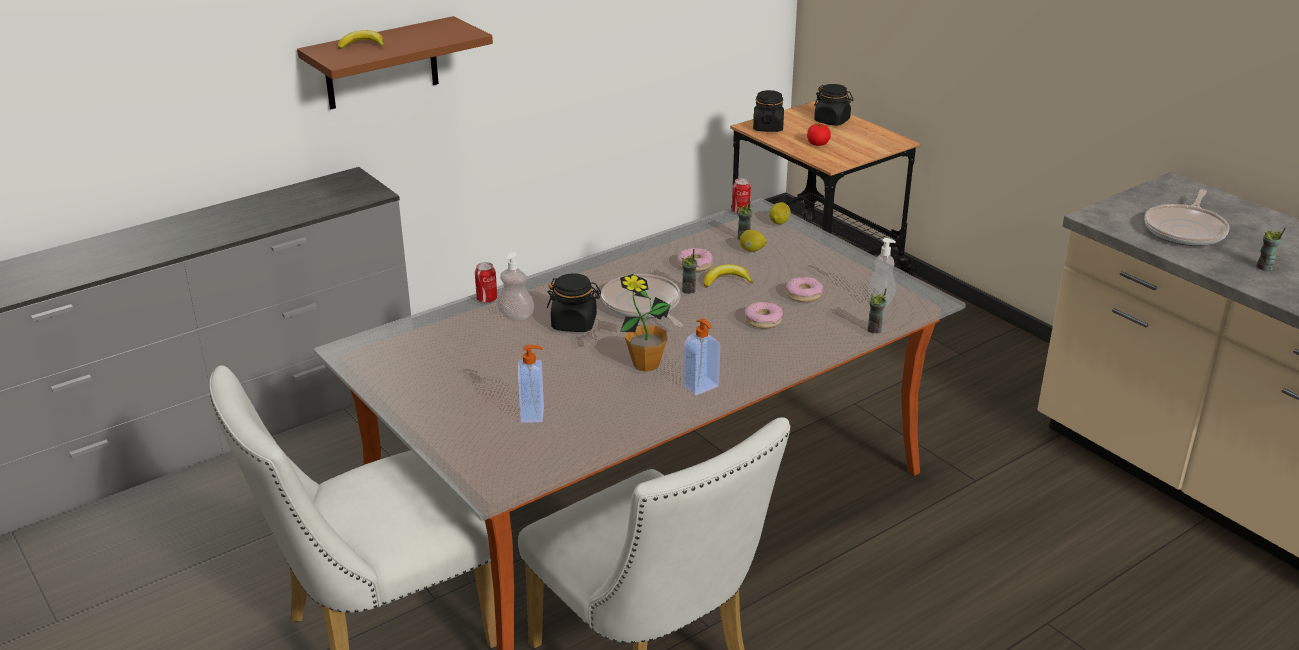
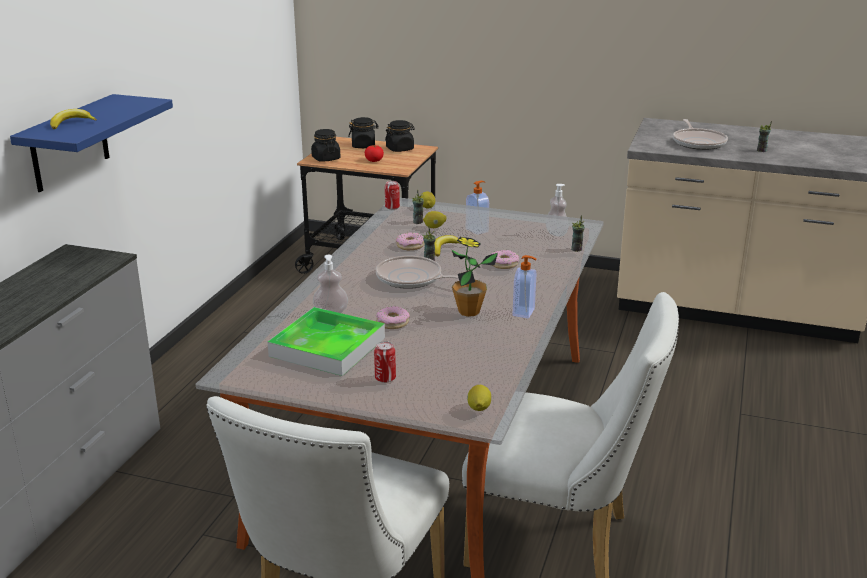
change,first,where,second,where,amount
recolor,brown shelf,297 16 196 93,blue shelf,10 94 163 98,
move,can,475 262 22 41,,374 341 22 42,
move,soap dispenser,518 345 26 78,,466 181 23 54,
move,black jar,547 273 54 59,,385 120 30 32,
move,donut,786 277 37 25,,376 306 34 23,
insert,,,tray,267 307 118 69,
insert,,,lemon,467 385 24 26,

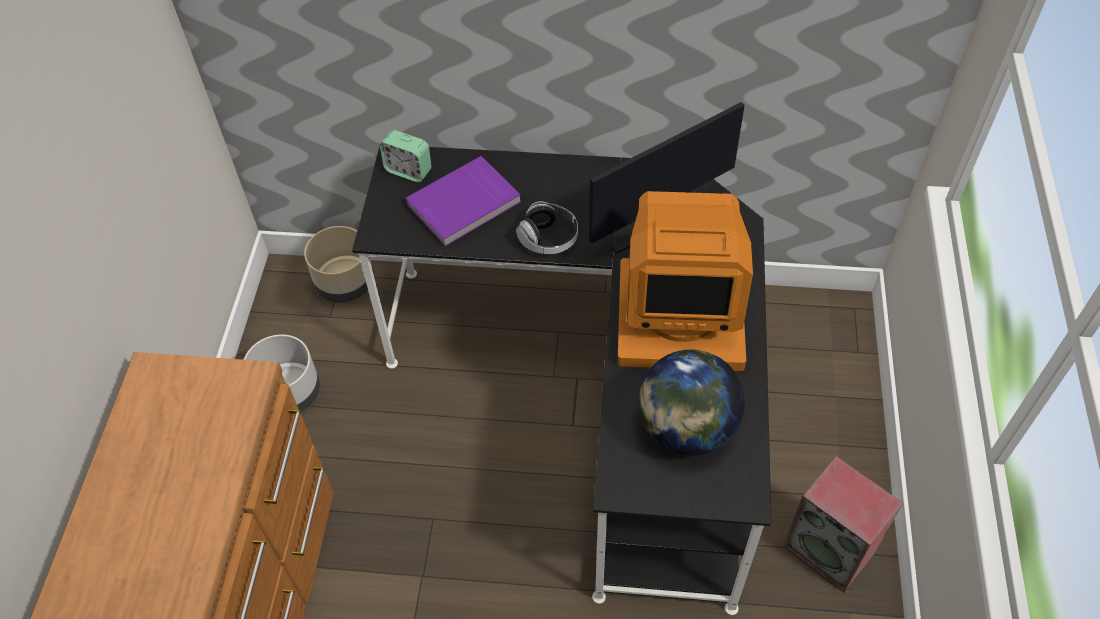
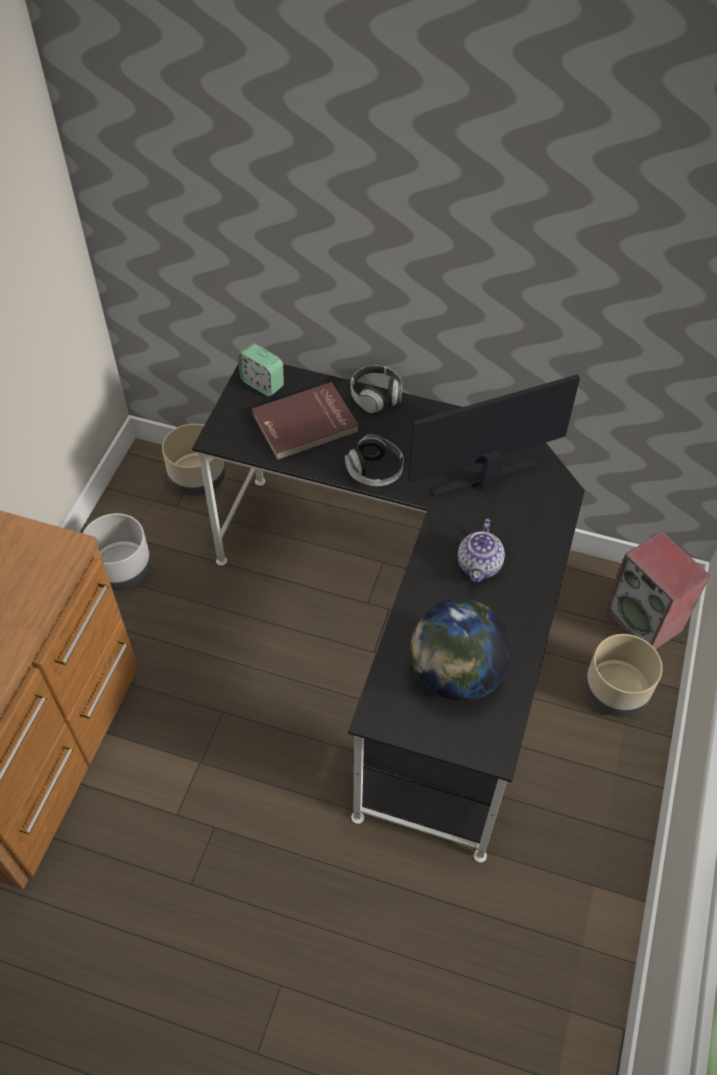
change,first,where,second,where,amount
recolor,purple book,405 156 116 90,red book,252 382 107 78,
replace,monitor,617 191 136 180,teapot,458 519 47 63,
move,speaker,783 456 120 137,,604 531 107 118,
insert,,,headphones,351 365 51 48,
insert,,,beige planter,585 634 78 83,

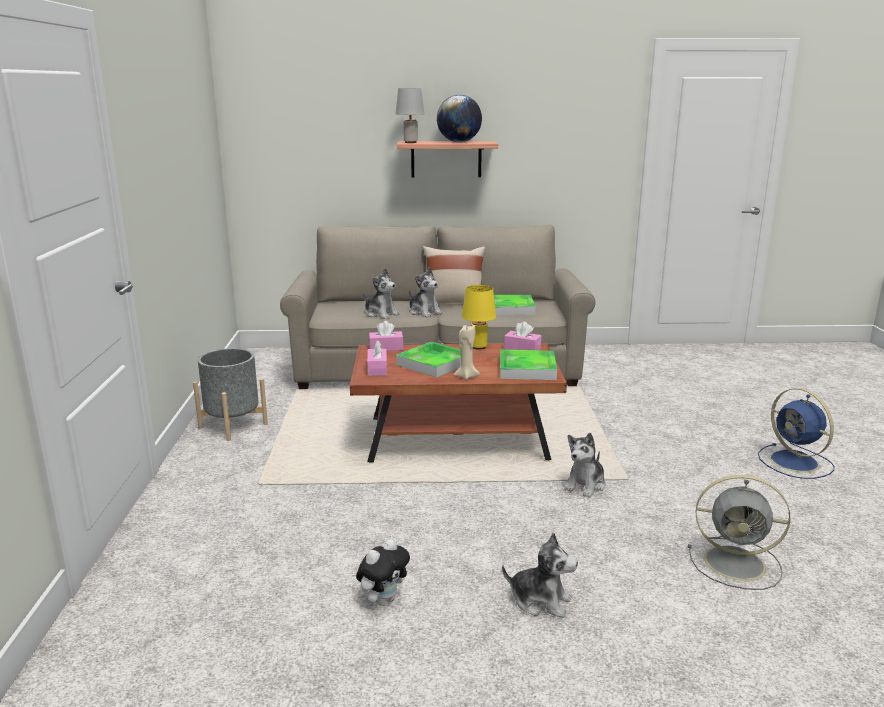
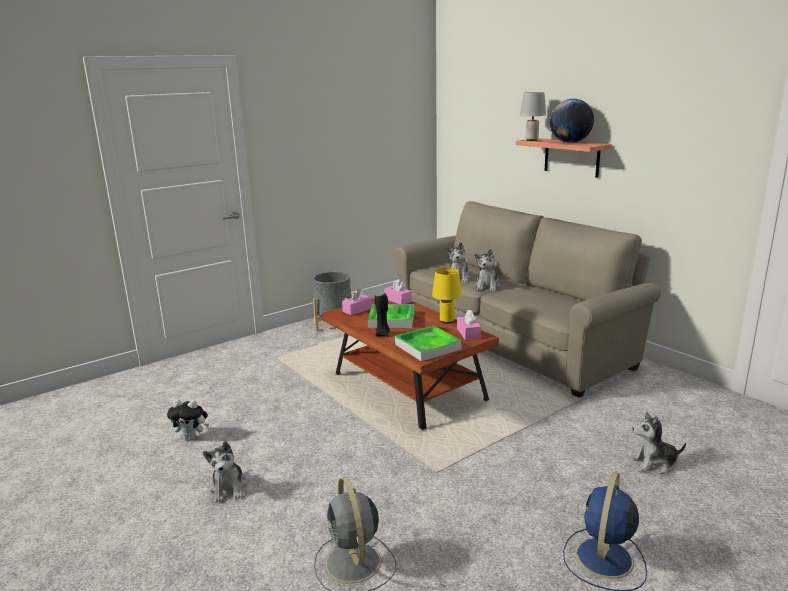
change,first,where,second,where,amount
delete,beige pillow,423 246 62 57,,,
recolor,beige candle,453 325 27 55,black candle,374 293 16 44,
delete,tray,494 295 42 20,,,
move,plush toy,564 433 42 65,,630 412 56 62,

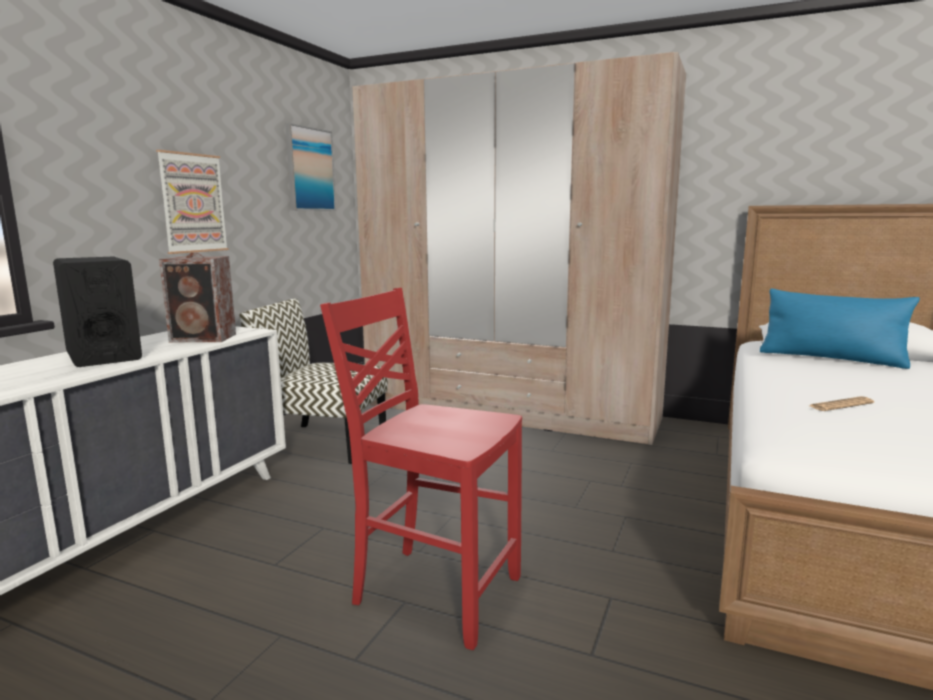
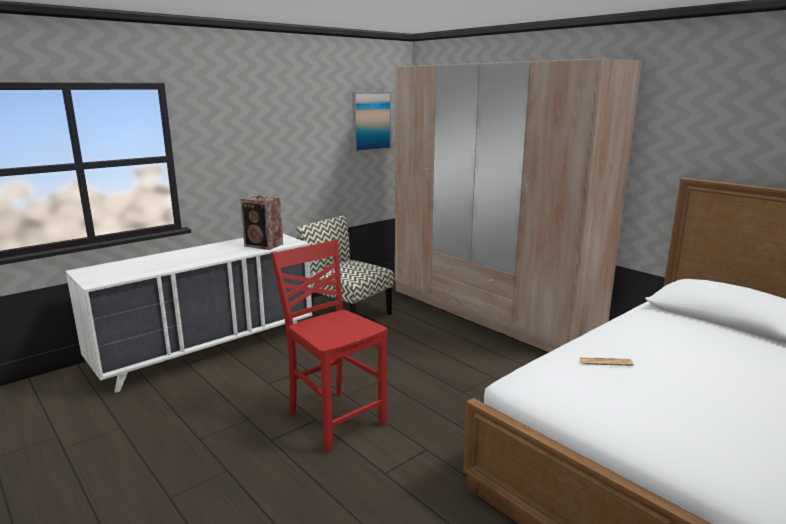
change,first,where,second,where,amount
delete,black speaker,53 257 89 110,,,
delete,picture,156 150 73 104,,,
delete,blue pillow,760 289 160 80,,,

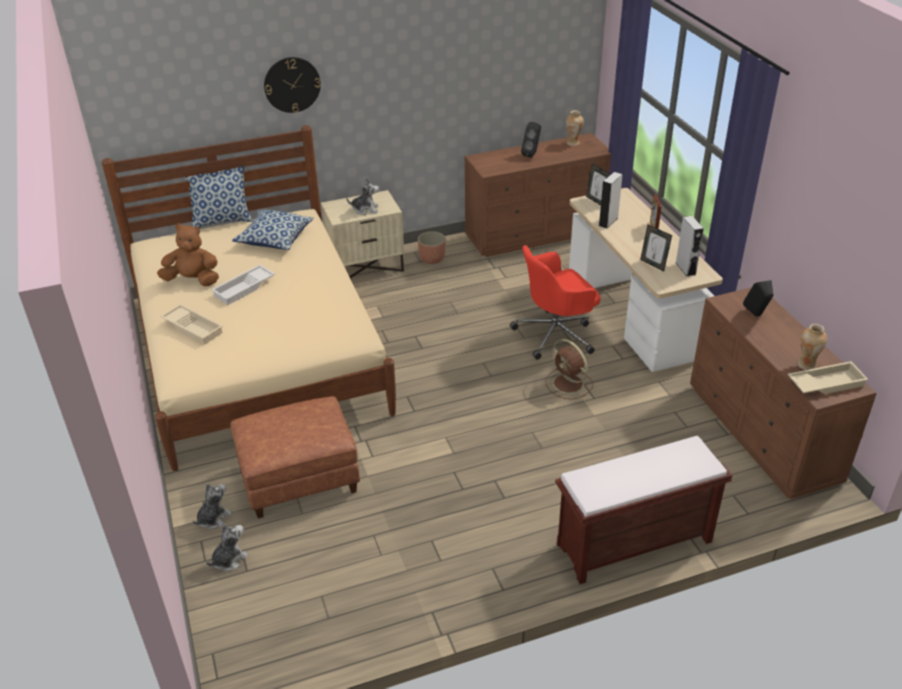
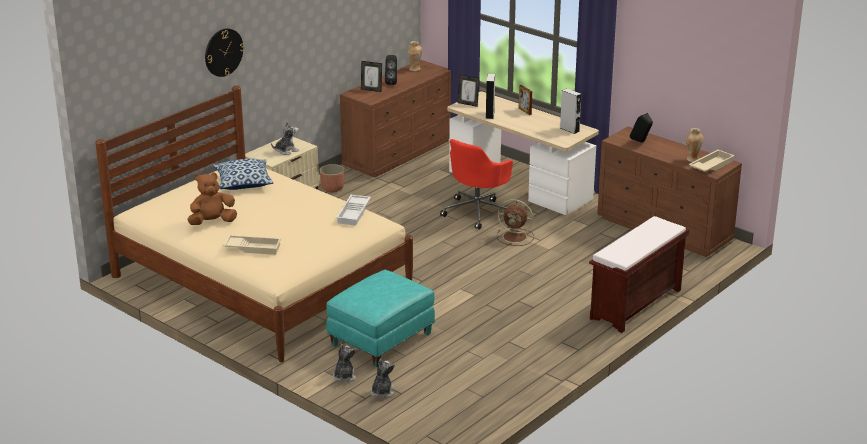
change,first,where,second,where,amount
delete,pillow,184 166 69 62,,,
move,white tray,211 265 64 40,,336 195 35 30,
recolor,brown ottoman,230 396 130 123,turquoise ottoman,326 270 109 97,
move,picture frame,640 224 32 47,,361 61 21 31,

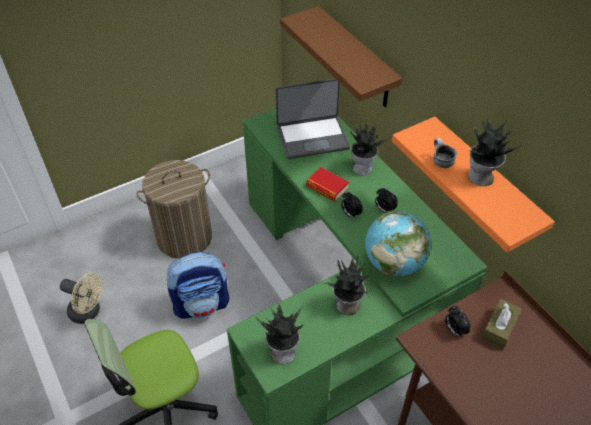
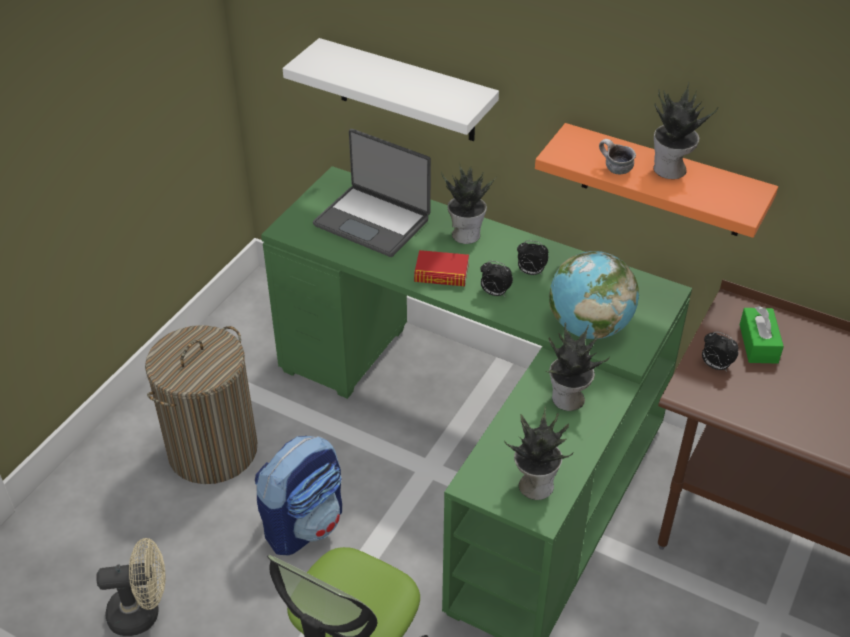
change,first,where,second,where,amount
rotate,laptop,276 78 74 81,,313 129 118 128,75 degrees clockwise
recolor,brown shelf,280 6 122 101,white shelf,283 38 216 103,
recolor,brown tissue box,481 299 41 51,green tissue box,740 306 44 58,

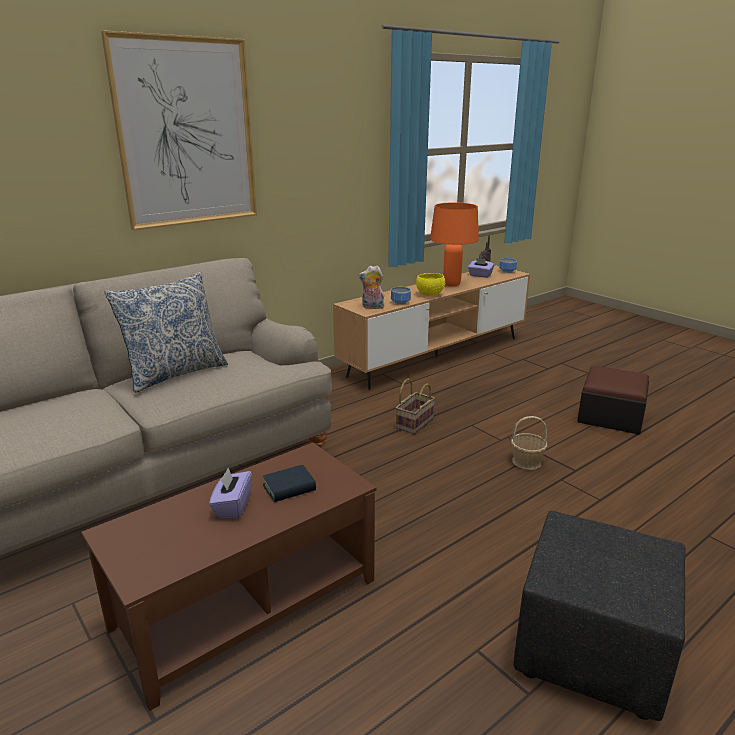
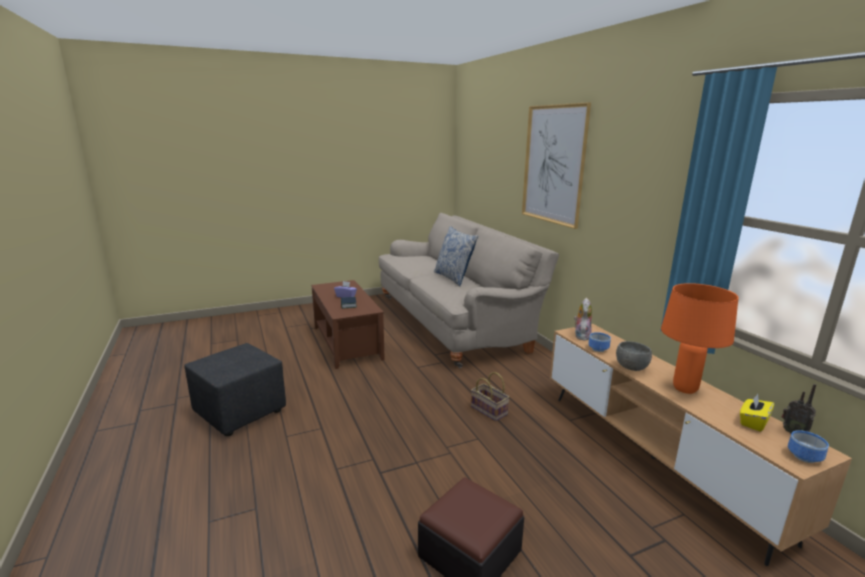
change,first,where,second,where,amount
recolor,yellow bowl,416 273 29 23,grey bowl,616 341 36 30,
recolor,purple tissue box,468 258 26 20,yellow tissue box,740 394 34 38,
delete,basket,511 416 36 54,,,

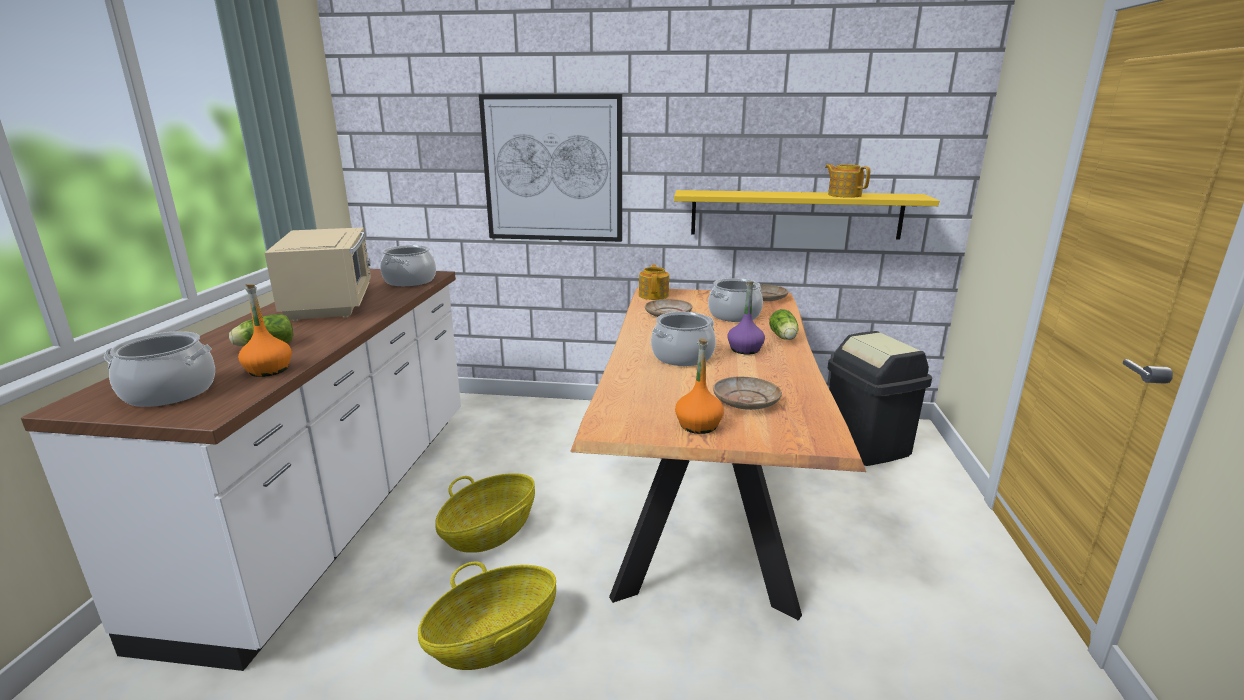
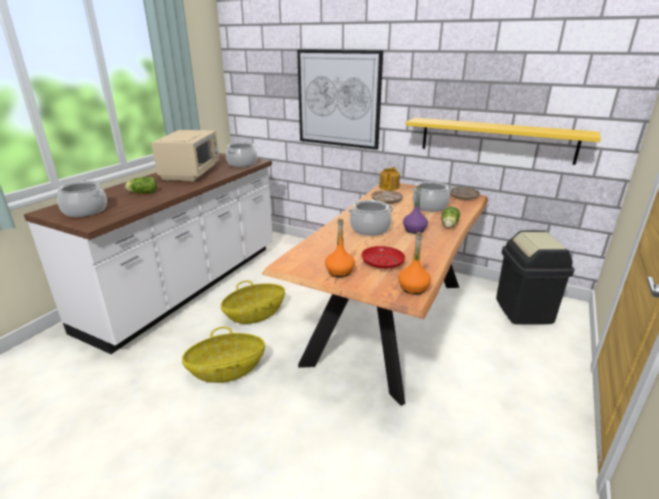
change,first,where,second,where,amount
move,orange bottle,238 284 54 93,,398 232 33 63,
recolor,beige plate,713 377 69 33,red plate,362 246 43 23,
delete,teapot,825 164 45 34,,,

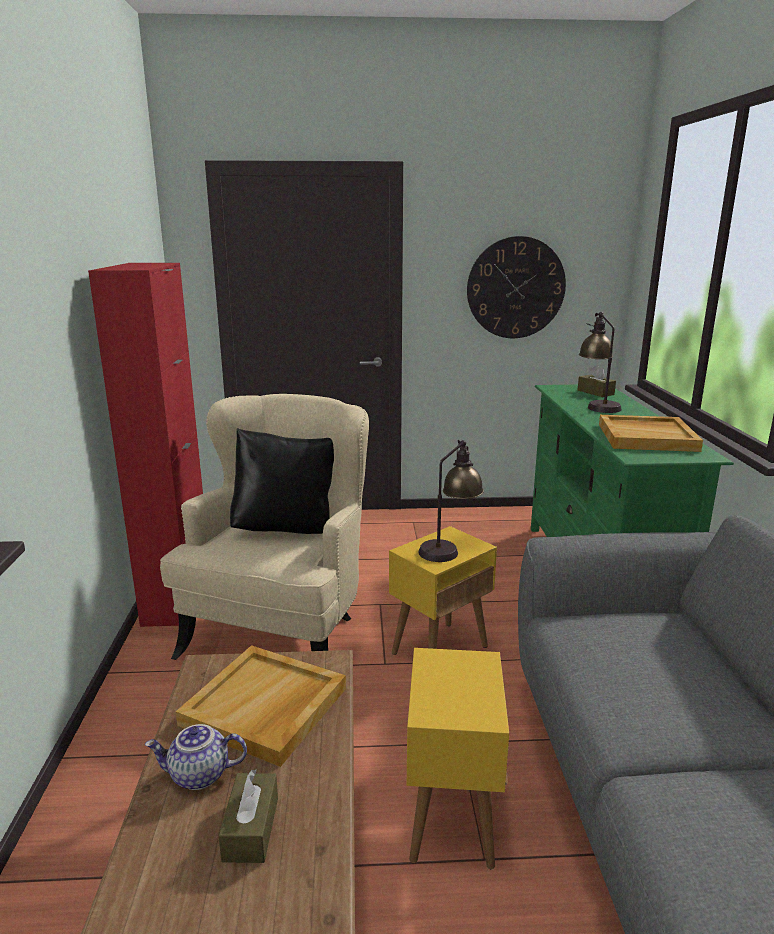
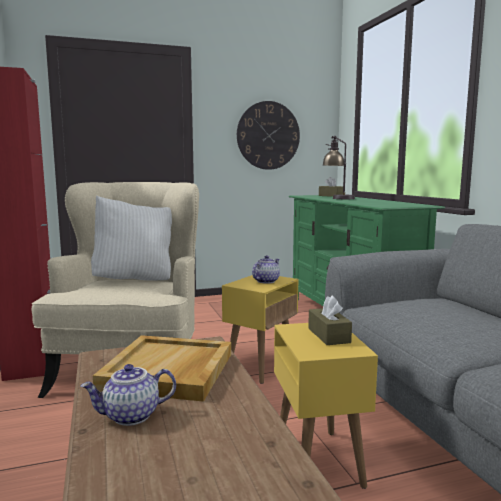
change,first,where,second,where,amount
move,brown tissue box,218 769 60 94,,308 296 44 49,
recolor,black pillow,230 428 104 106,white pillow,91 195 81 86,
replace,table lamp,418 440 66 122,teapot,252 255 28 29,
delete,beige tray,599 415 104 37,,,

